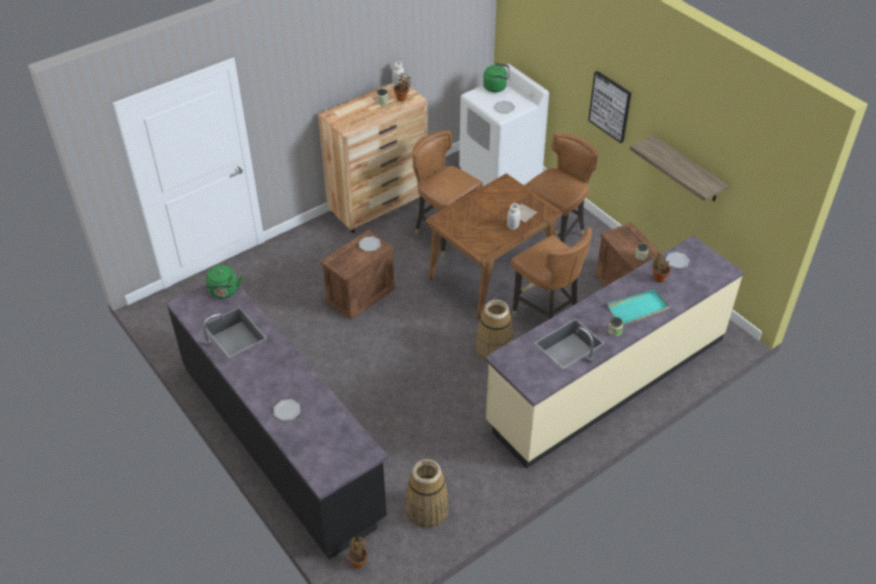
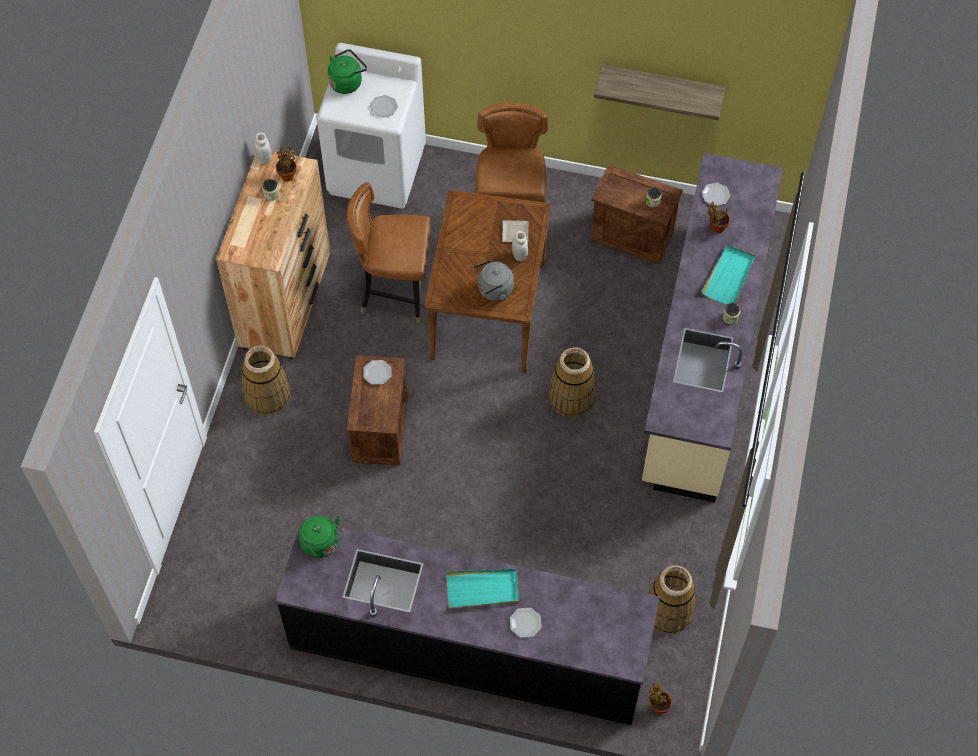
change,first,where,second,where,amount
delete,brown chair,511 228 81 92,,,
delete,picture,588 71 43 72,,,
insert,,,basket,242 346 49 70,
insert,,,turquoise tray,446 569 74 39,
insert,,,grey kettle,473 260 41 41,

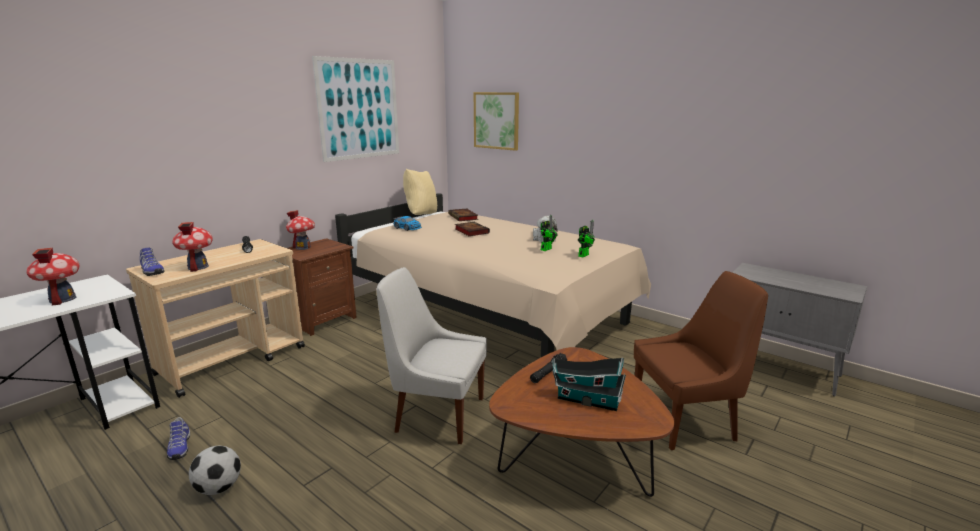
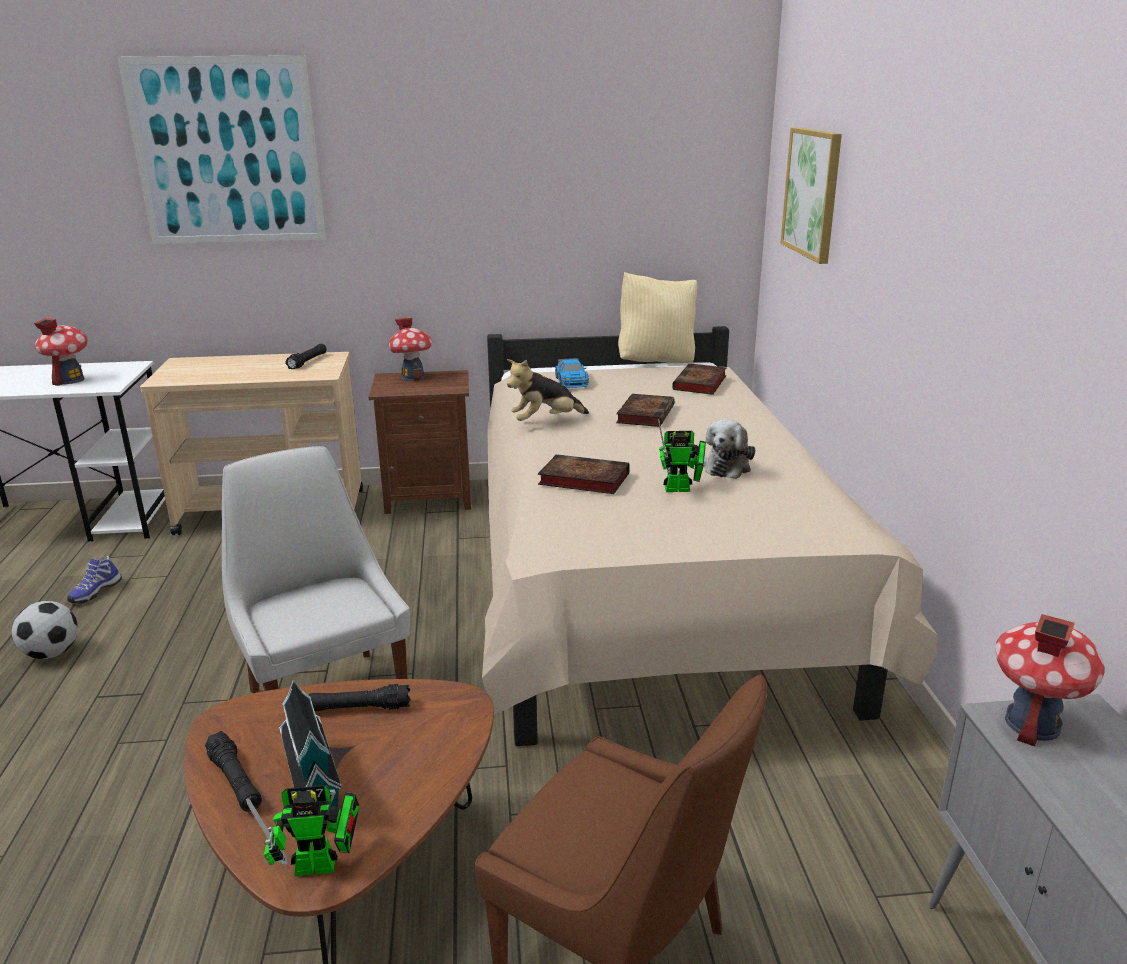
change,first,where,second,where,amount
delete,shoe,140 247 24 29,,,
move,toy house,172 222 41 50,,995 614 109 133,
move,picture,312 56 87 106,,118 55 208 189,
move,toy robot,578 219 17 39,,246 785 113 91,
insert,,,black flashlight,205 731 57 81,
insert,,,plush toy,507 359 82 62,
insert,,,book,538 454 92 40,

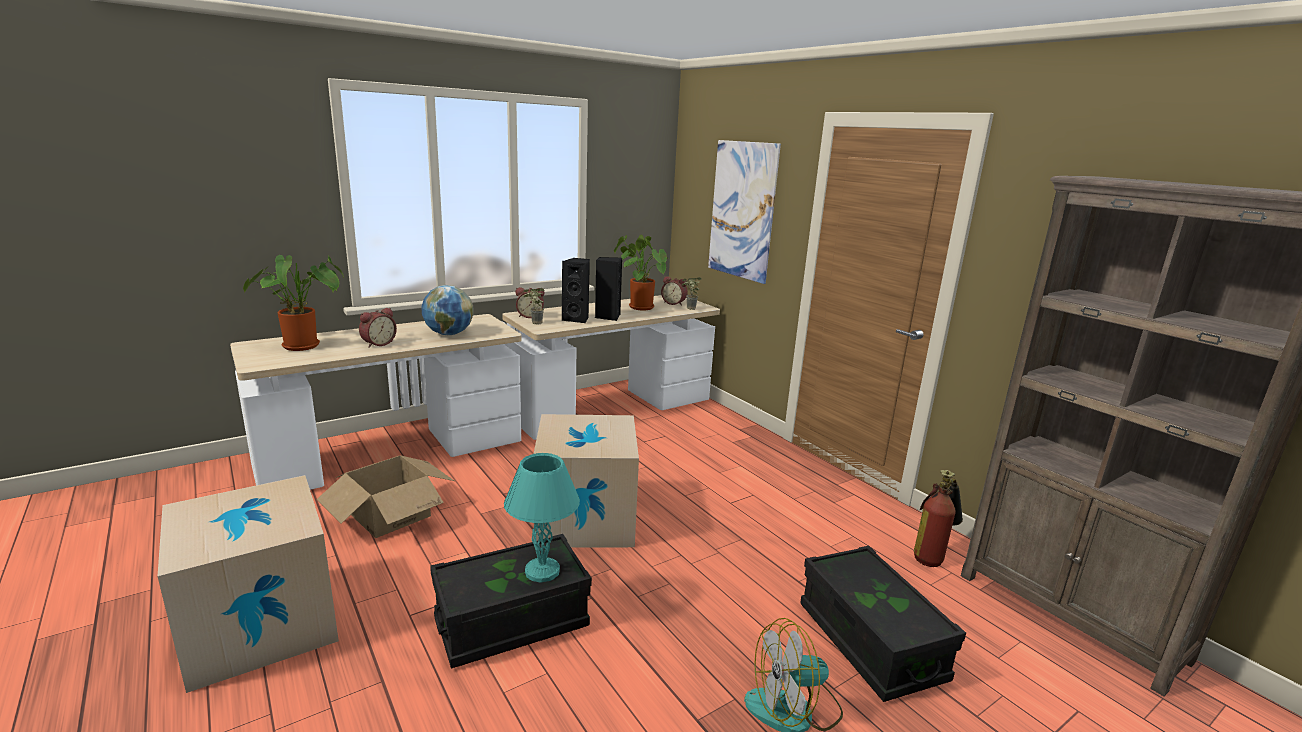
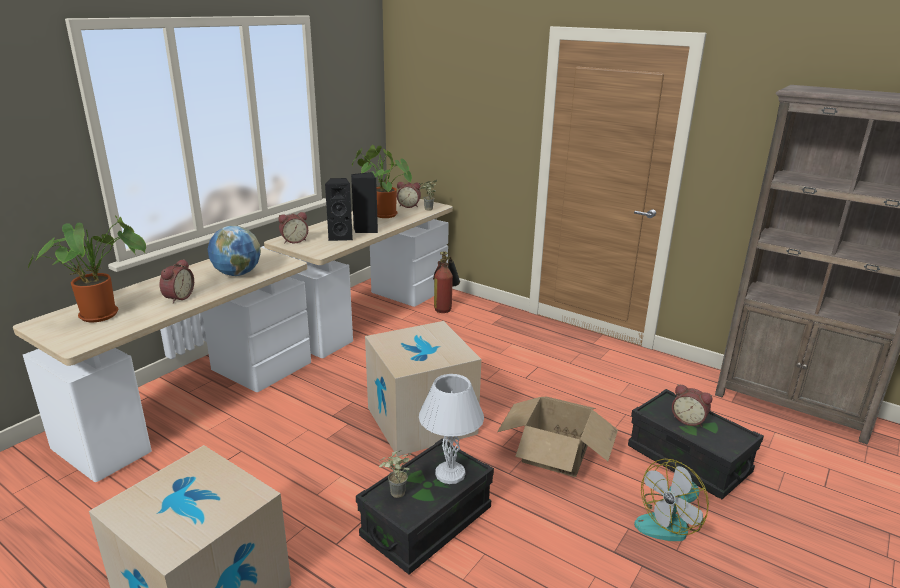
change,first,where,second,where,amount
move,cardboard box,317 455 137 83,,497 397 121 80,
recolor,turquoise table lamp,504 453 76 130,white table lamp,419 374 65 110,
move,potted plant,524 288 20 36,,379 450 32 48,
delete,picture,708 140 73 144,,,
move,fire extinguisher,914 470 49 97,,433 251 27 62,
insert,,,alarm clock,672 384 41 43,

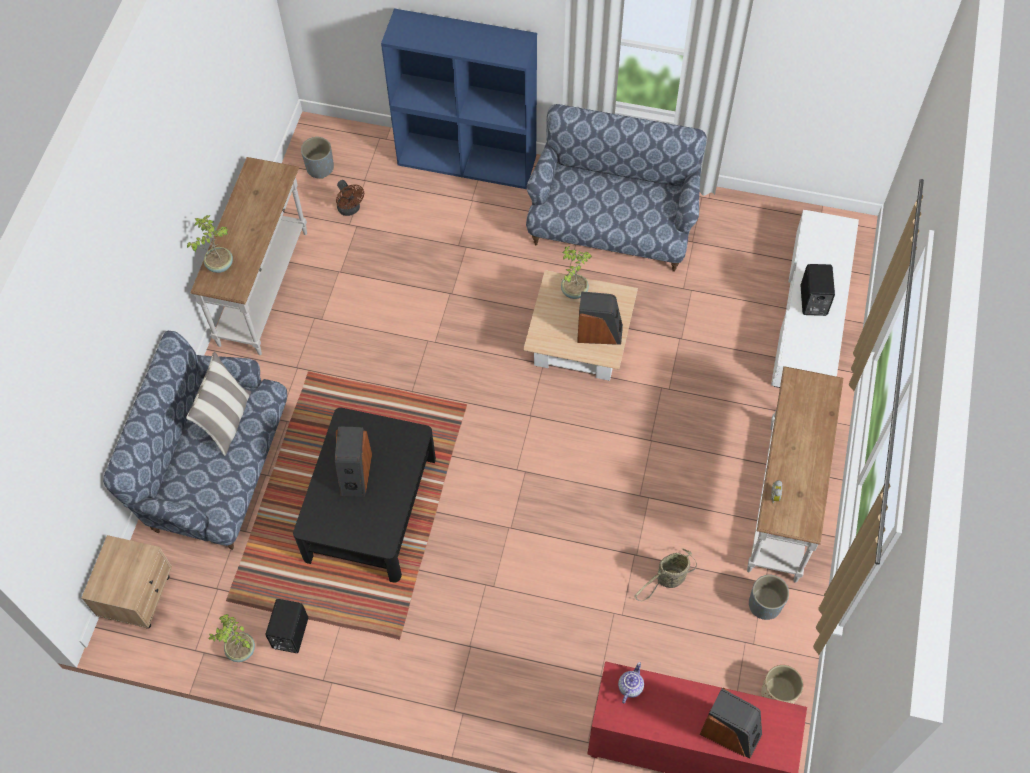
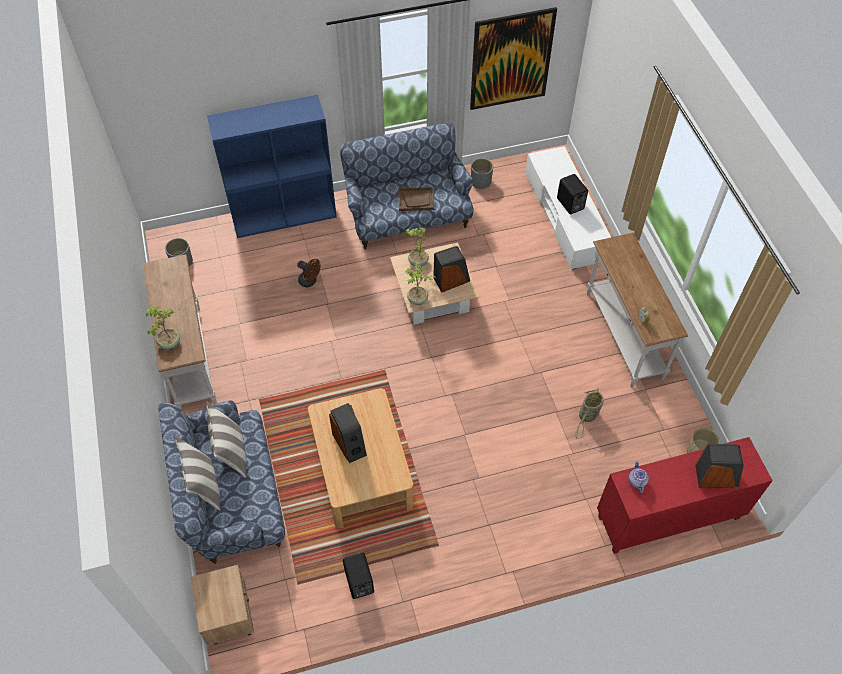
change,first,where,second,where,amount
move,potted plant,208 614 47 48,,405 263 31 42,
recolor,black coffee table,293 407 143 176,beige coffee table,308 388 105 140,
move,brown fan,336 180 28 36,,297 259 24 28,
move,grey planter,749 575 40 45,,471 158 22 31,
insert,,,pillow,175 435 46 76,
insert,,,brown tray,398 187 36 24,
insert,,,picture,470 7 87 103,

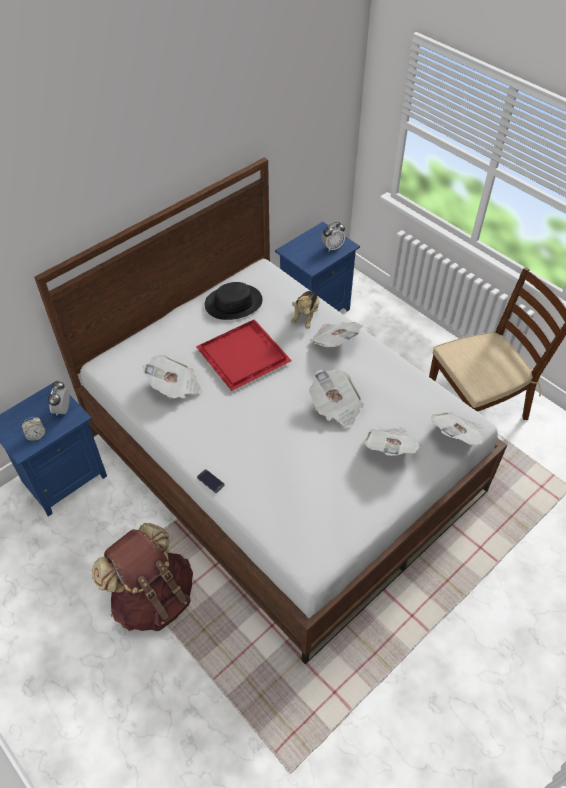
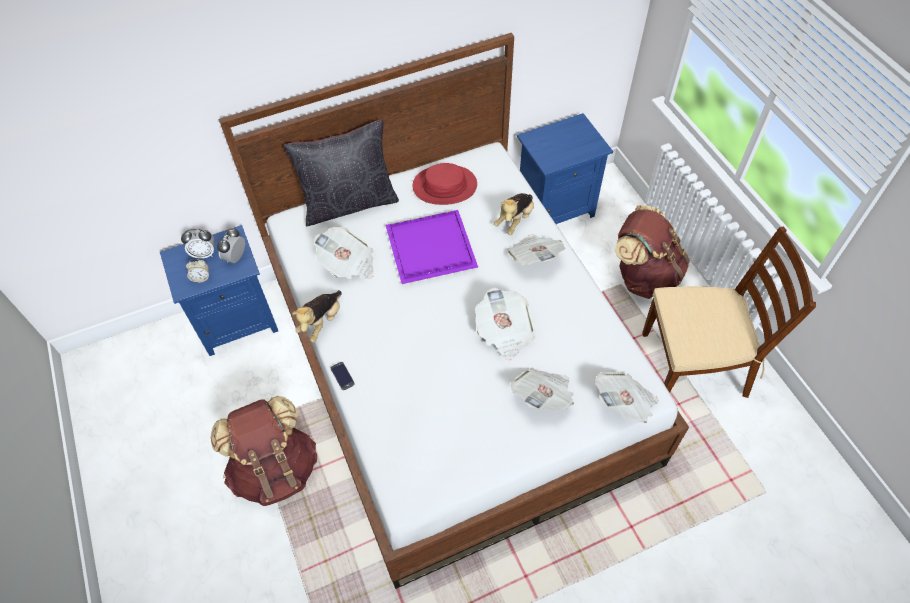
change,first,where,second,where,amount
recolor,red tray,196 319 96 72,purple tray,386 210 92 74,
recolor,black hat,205 282 58 38,red hat,413 163 64 42,
move,alarm clock,321 222 24 30,,181 229 34 30,
insert,,,black pillow,284 120 115 107,
insert,,,plush toy,292 290 50 52,
insert,,,brown backpack,615 205 75 94,

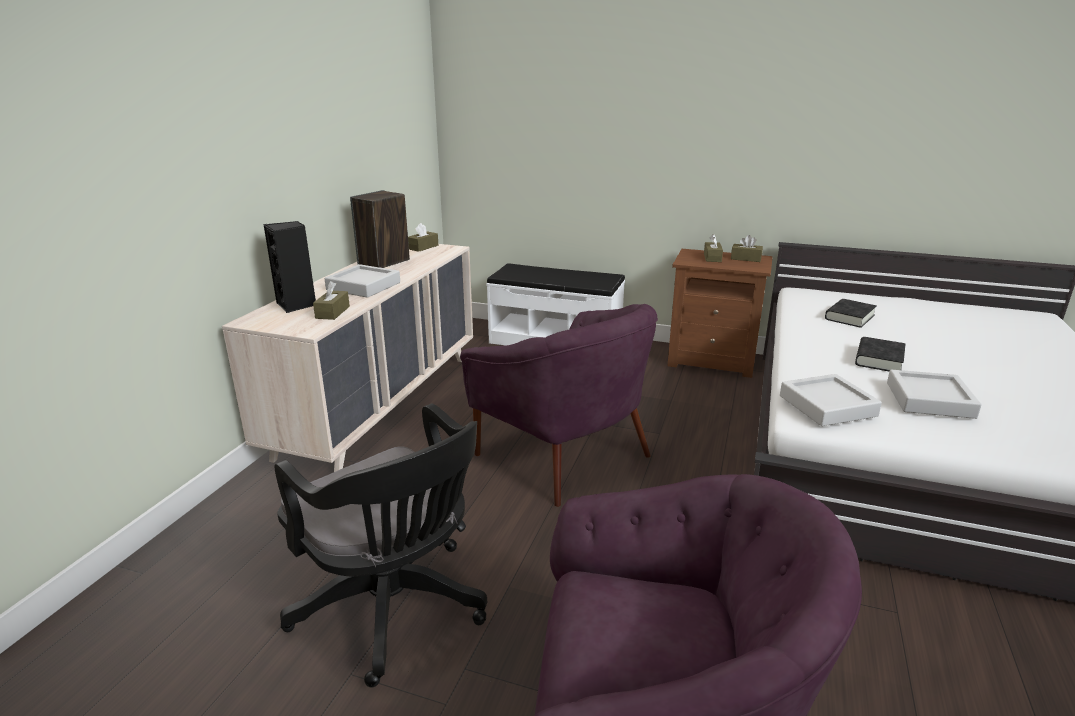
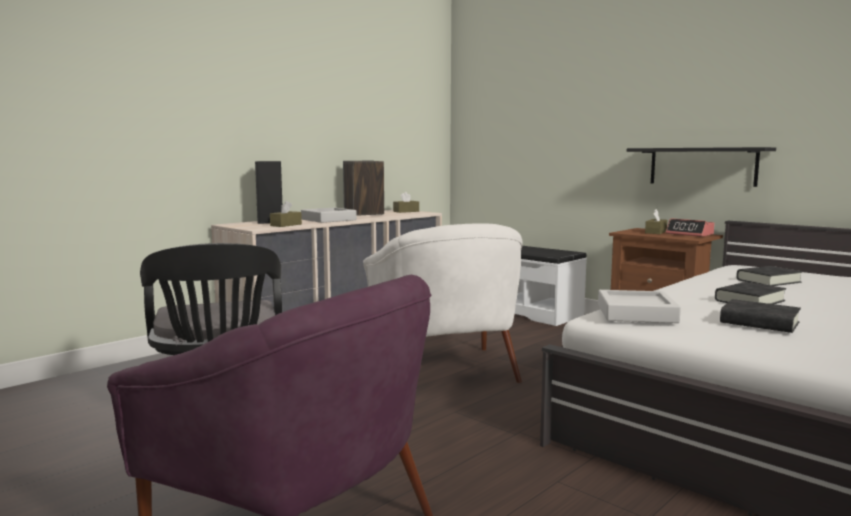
change,first,where,second,where,amount
recolor,purple armchair,460 304 198 203,white armchair,363 224 160 159,
replace,brown tissue box,731 235 32 27,alarm clock,666 218 49 19,
replace,grey tray,887 370 95 49,black book,720 299 81 34,
insert,,,black shelf,627 147 149 40,

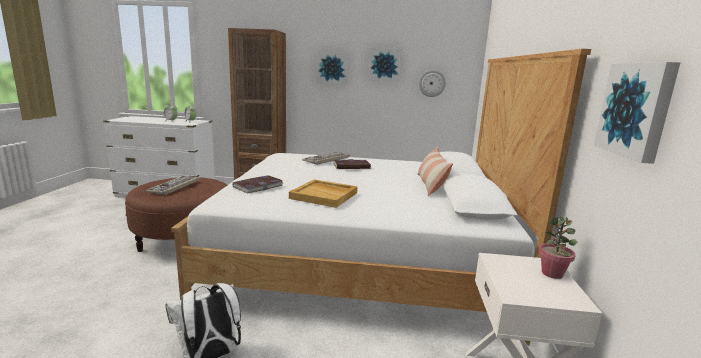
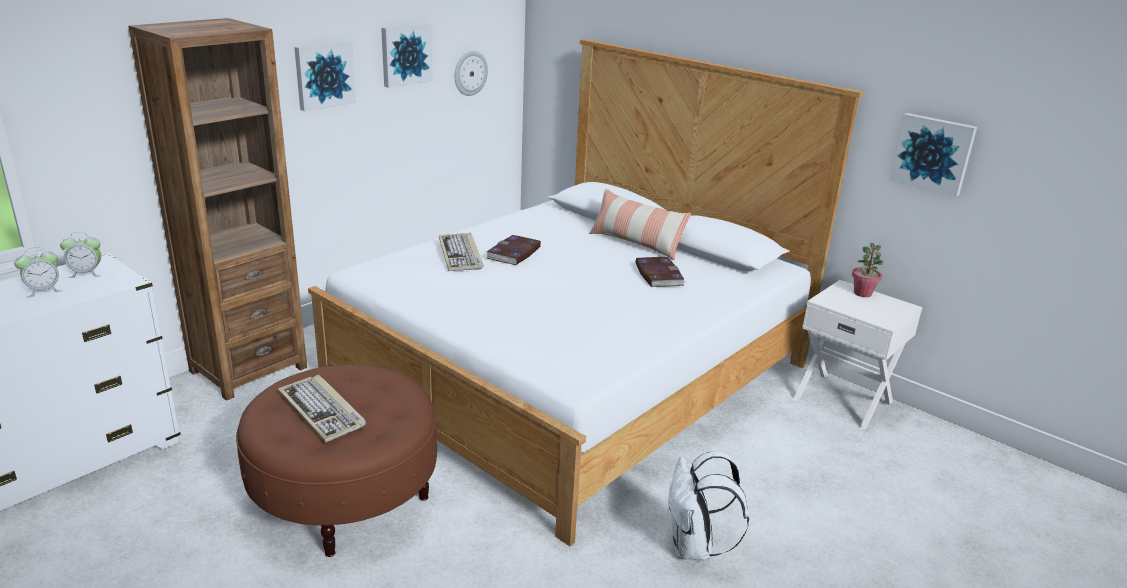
change,first,where,second,where,amount
move,book,233 175 50 18,,635 257 51 30,
delete,beige tray,289 179 69 29,,,

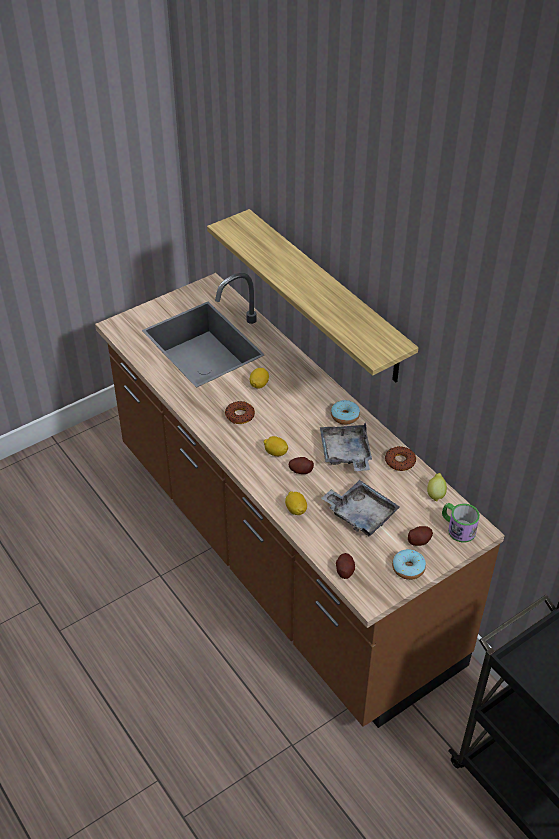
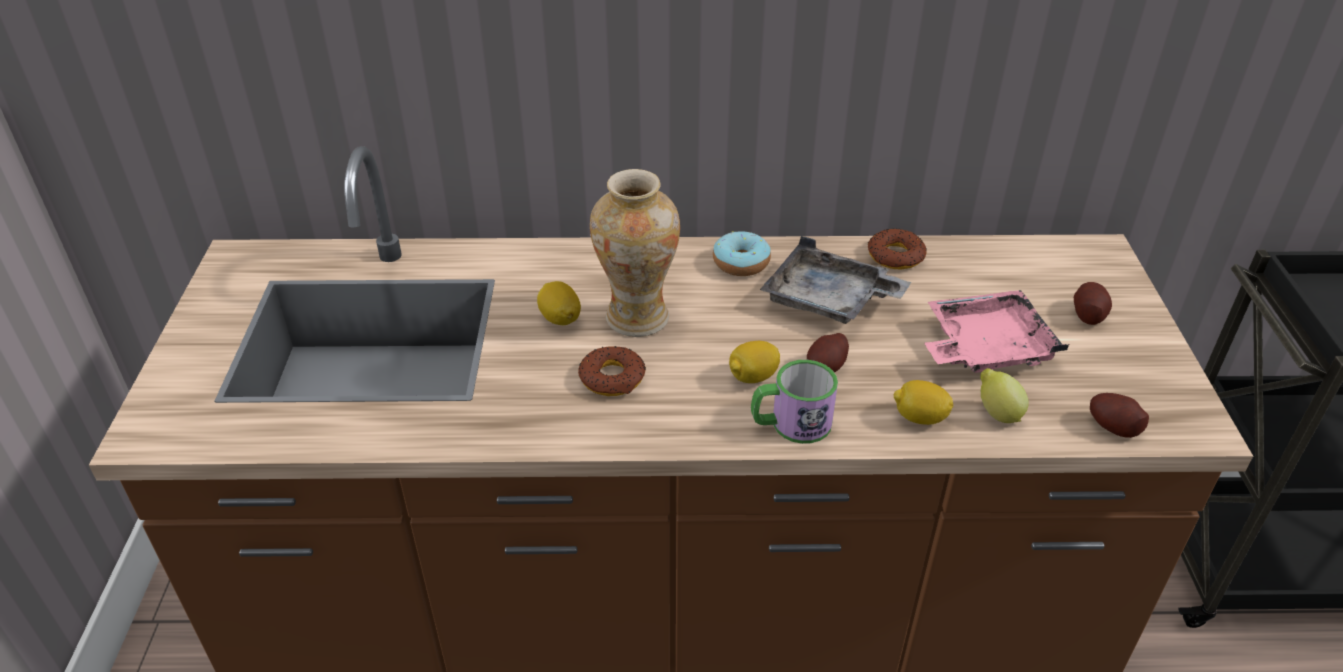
change,first,where,second,where,amount
delete,shelf,207 209 211 173,,,
recolor,grey tray,322 480 78 57,pink tray,924 290 145 83,
delete,donut,392 549 34 31,,,
move,lemon,427 473 20 29,,980 368 49 55,
move,mug,442 503 38 39,,751 360 87 84,
insert,,,vase,590 169 90 168,

